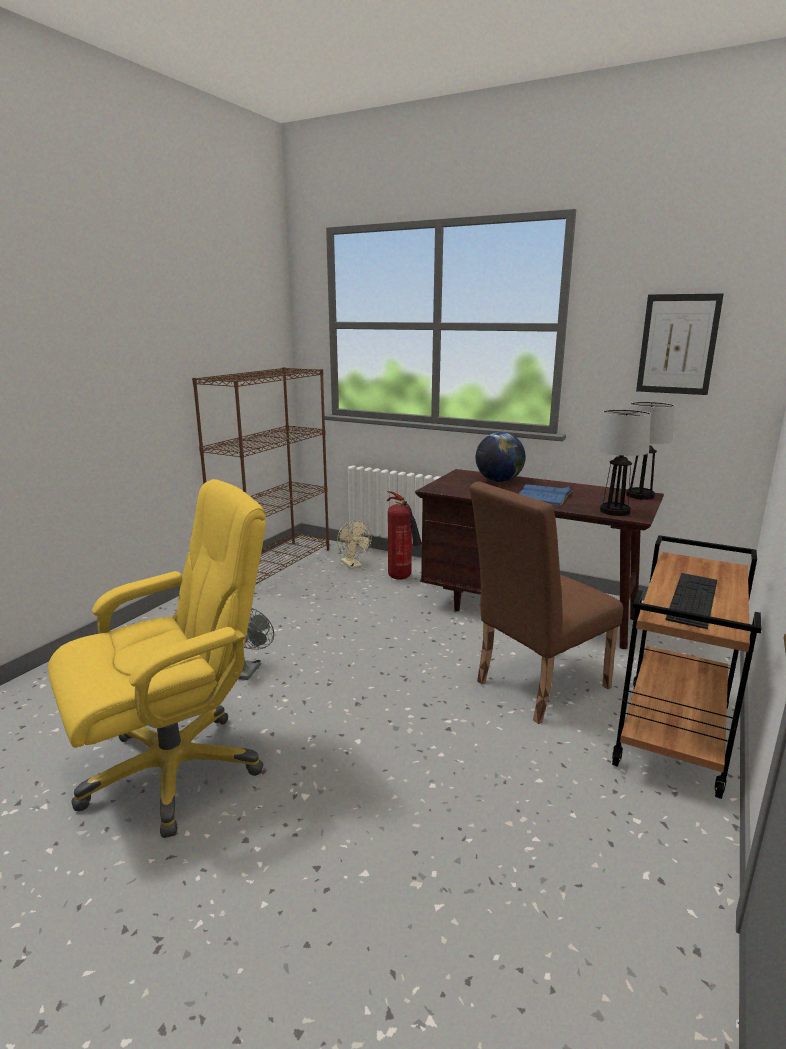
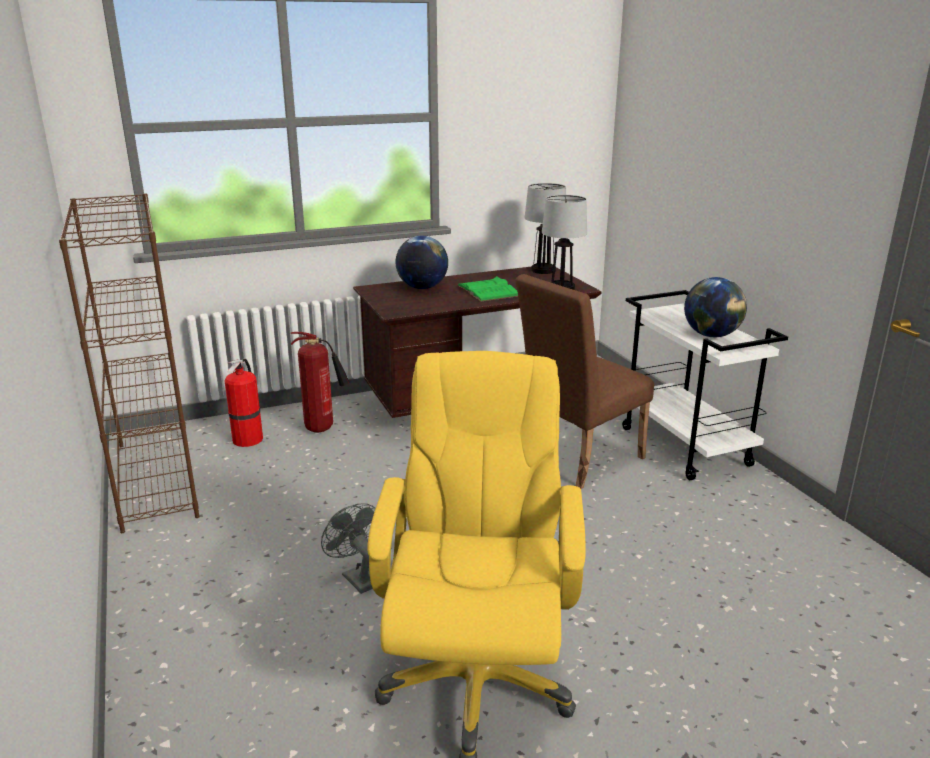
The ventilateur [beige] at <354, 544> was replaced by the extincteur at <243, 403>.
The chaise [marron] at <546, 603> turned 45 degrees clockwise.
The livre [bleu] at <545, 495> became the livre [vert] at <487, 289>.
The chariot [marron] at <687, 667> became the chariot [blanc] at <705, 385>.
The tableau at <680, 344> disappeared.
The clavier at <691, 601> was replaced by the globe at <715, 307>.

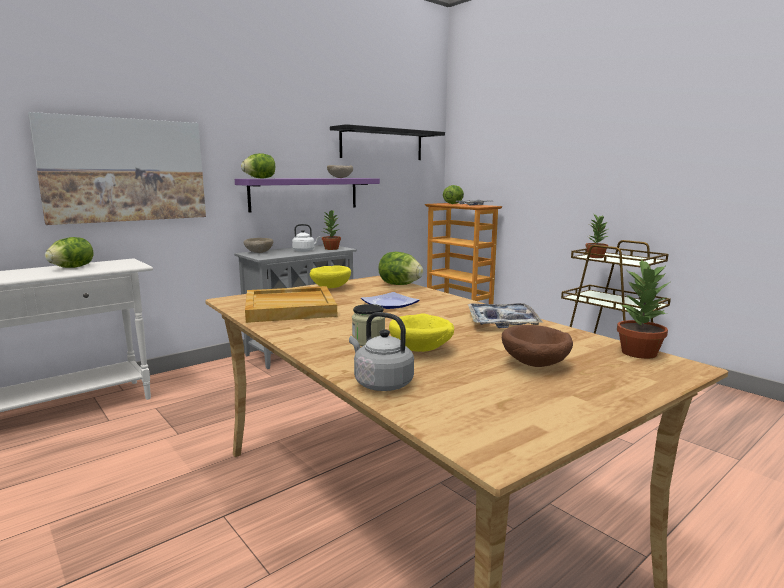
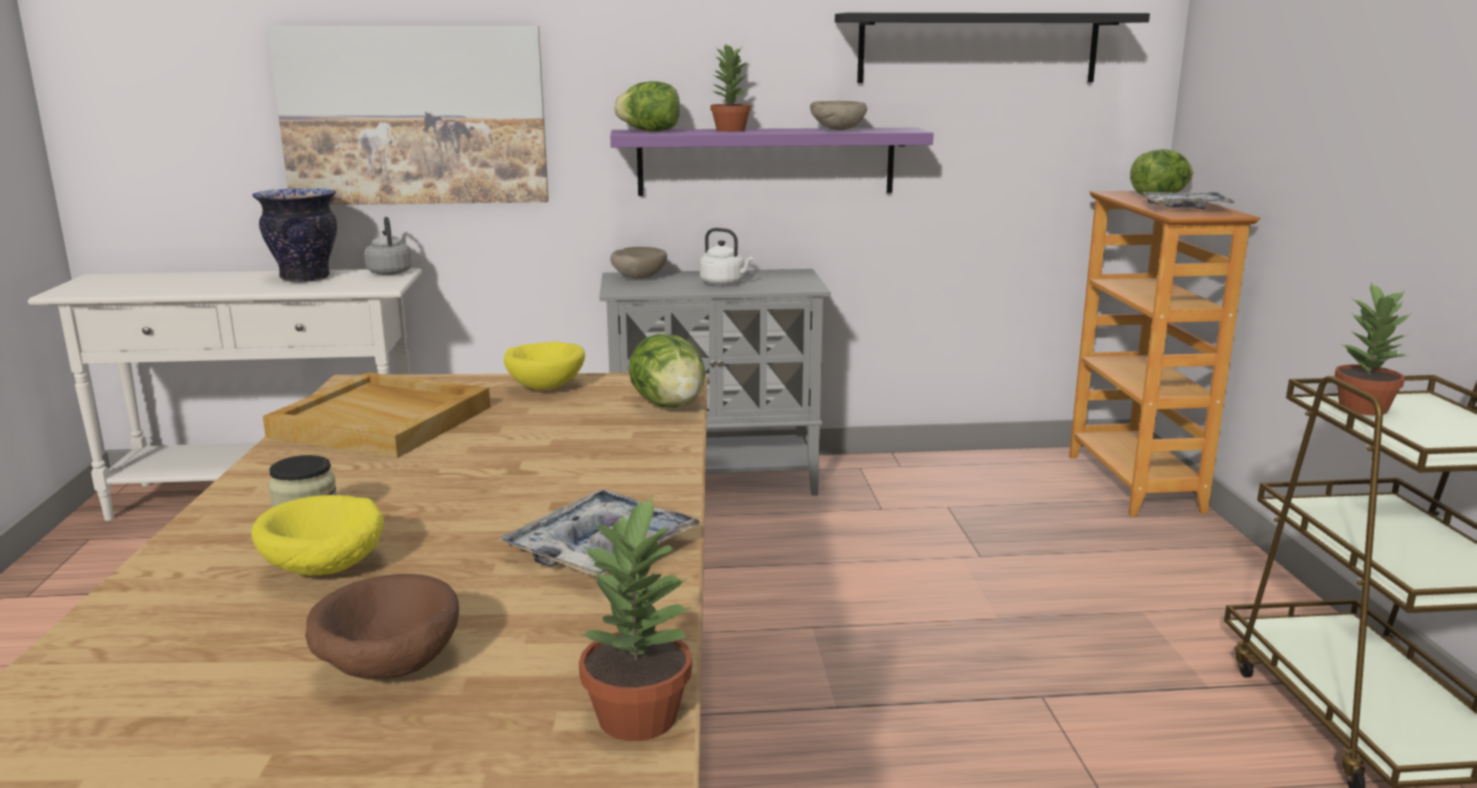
The laitue at <69, 252> was replaced by the vase at <295, 235>.
The plante en pot moved from <331, 230> to <730, 88>.
The bouilloire [gris] moved from <381, 351> to <388, 246>.
The assiette at <390, 300> disappeared.

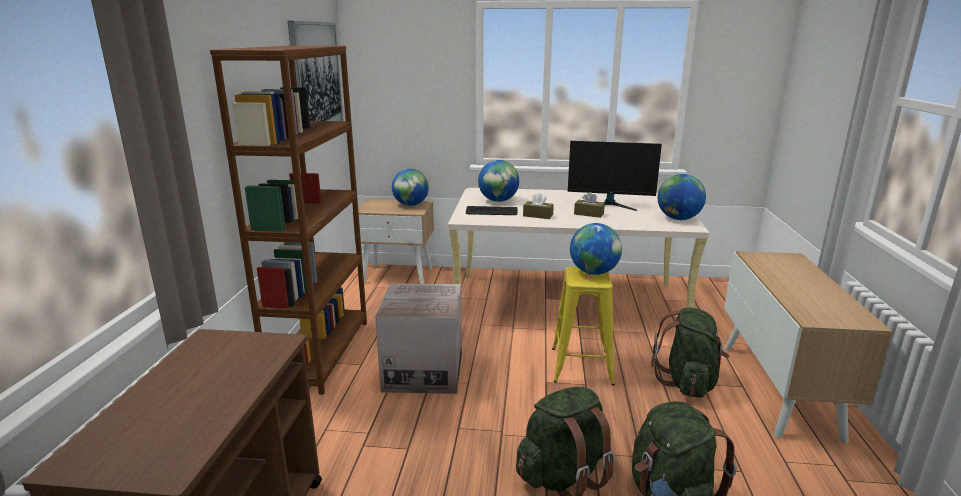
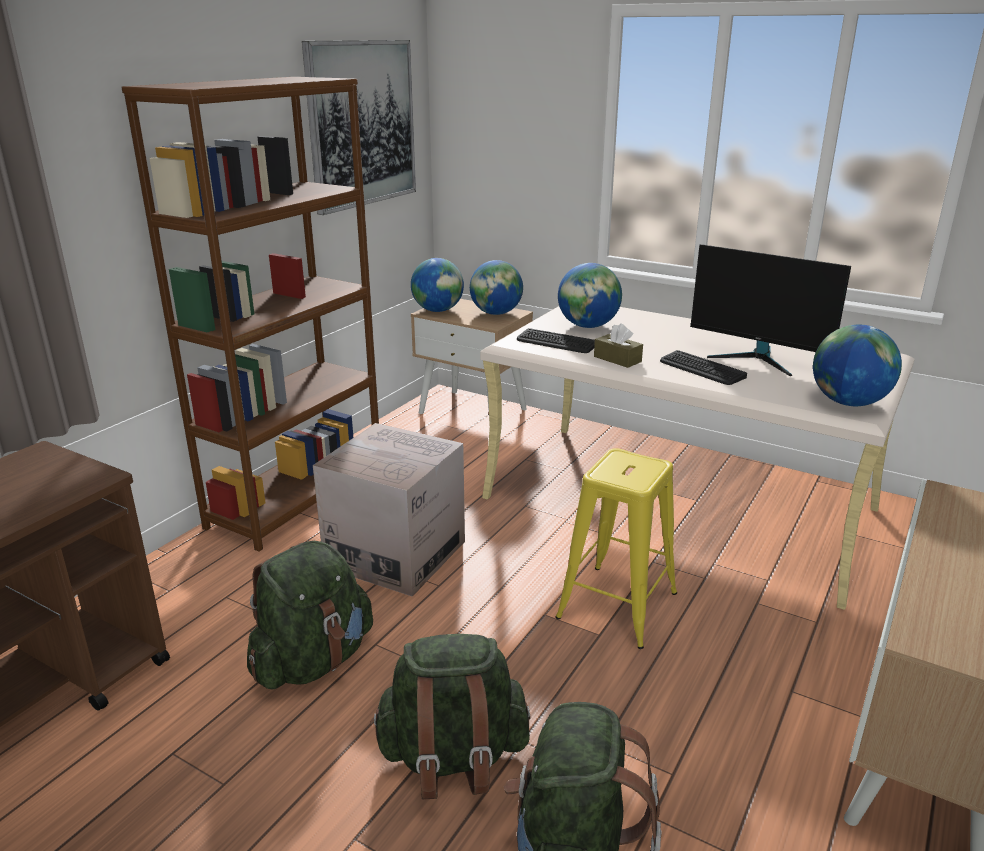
The globe moved from <596, 249> to <437, 285>.
The boîte à mouchoirs [marron] at <589, 205> was replaced by the clavier at <703, 367>.
The sac à dos [vert] moved from <690, 353> to <310, 615>.

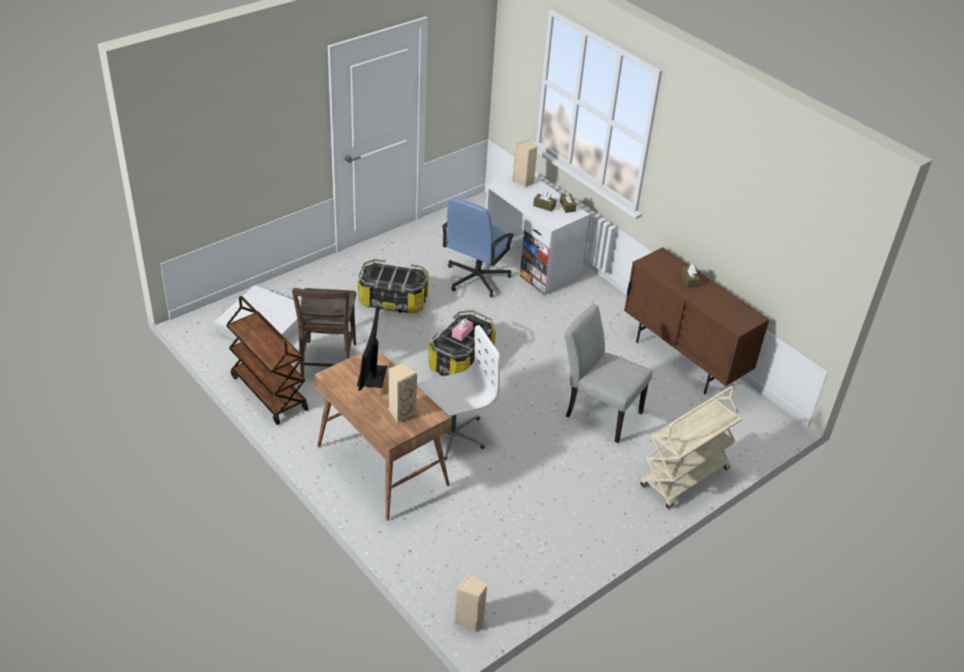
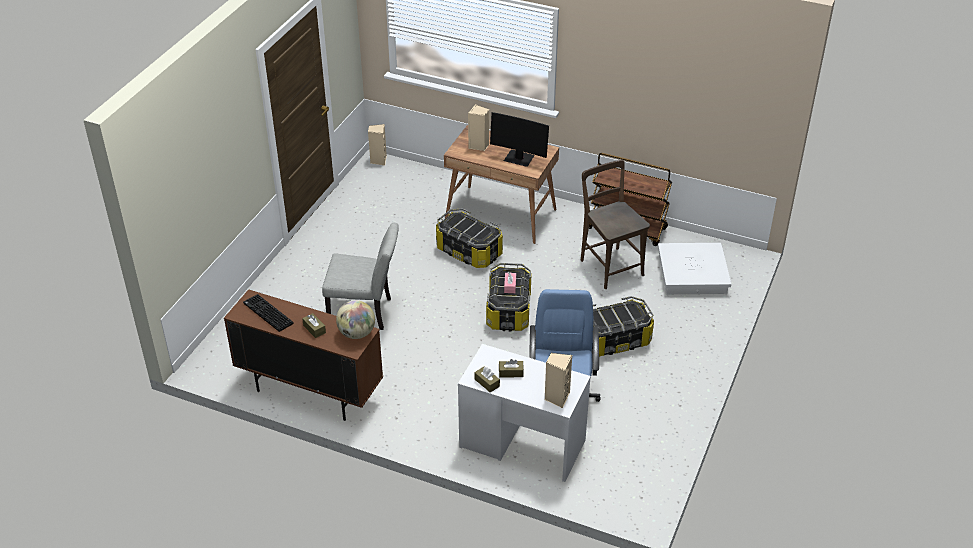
The écran d'ordinateur at <372, 349> turned 135 degrees clockwise.
The chaise de bureau [blanc] at <458, 392> was replaced by the boîte de rangement at <469, 238>.
The chariot [beige] at <691, 447> disappeared.
The clavier at <268, 313> appeared.
The globe at <355, 319> appeared.

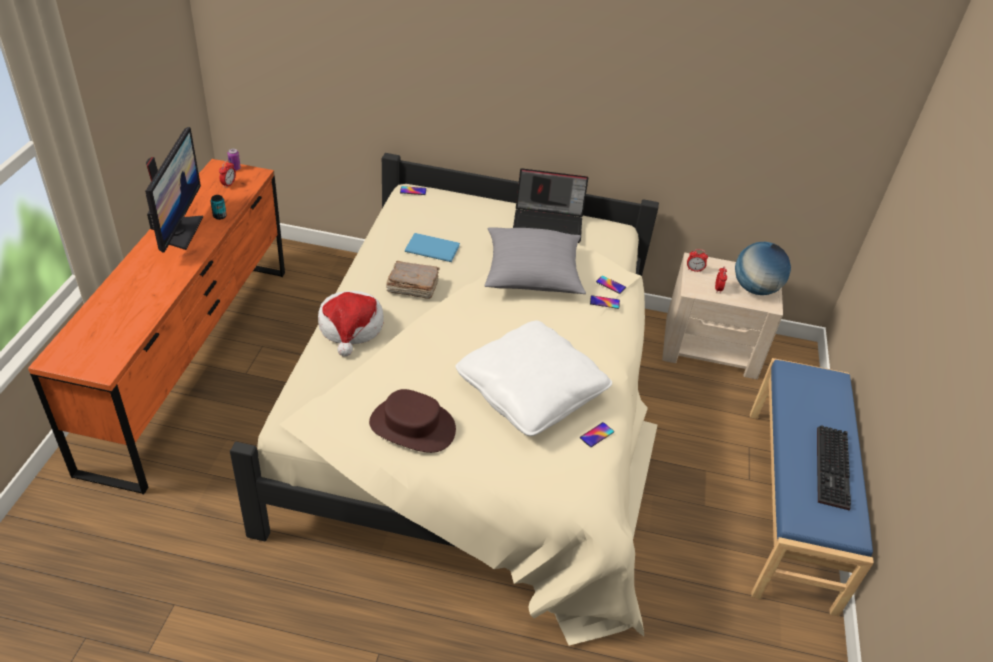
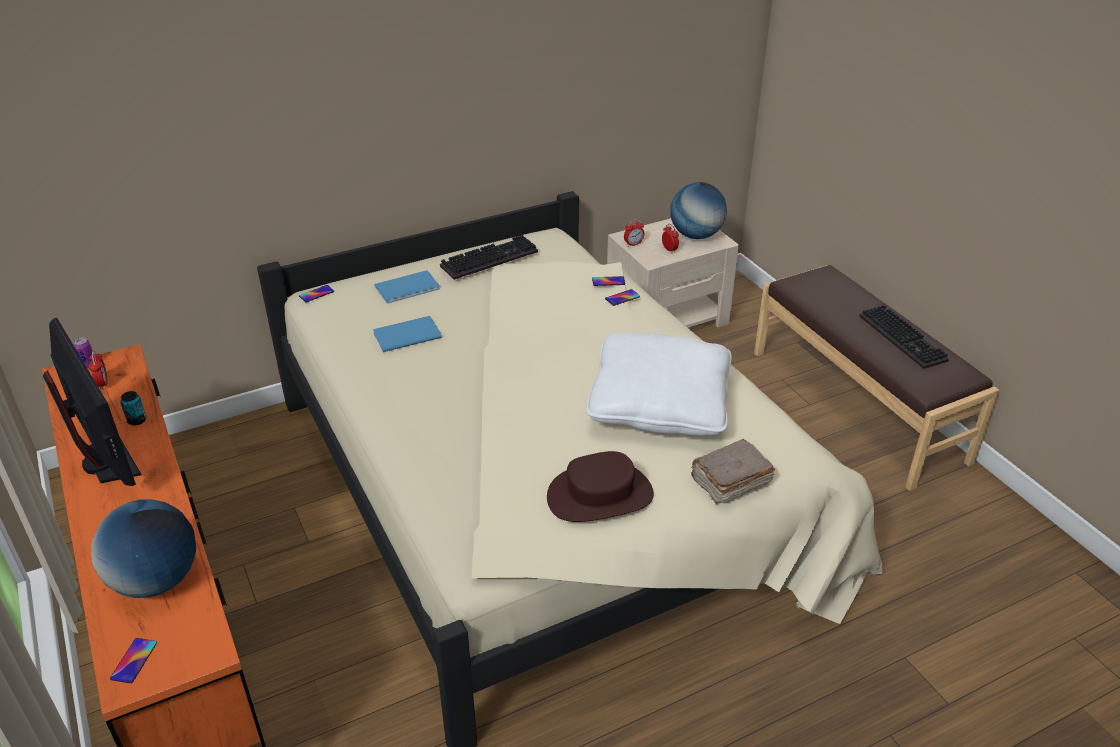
The chapeau at <351, 324> disappeared.
The livre [marron] moved from <413, 280> to <733, 471>.
The coussin [gris] at <535, 260> disappeared.
The ordinateur portable at <550, 205> was replaced by the clavier at <489, 257>.
The téléphone moved from <597, 434> to <133, 660>.
The banc [bleu] at <812, 487> became the banc [marron] at <876, 378>.
The globe at <143, 548> appeared.
The livre [bleu] at <407, 286> appeared.

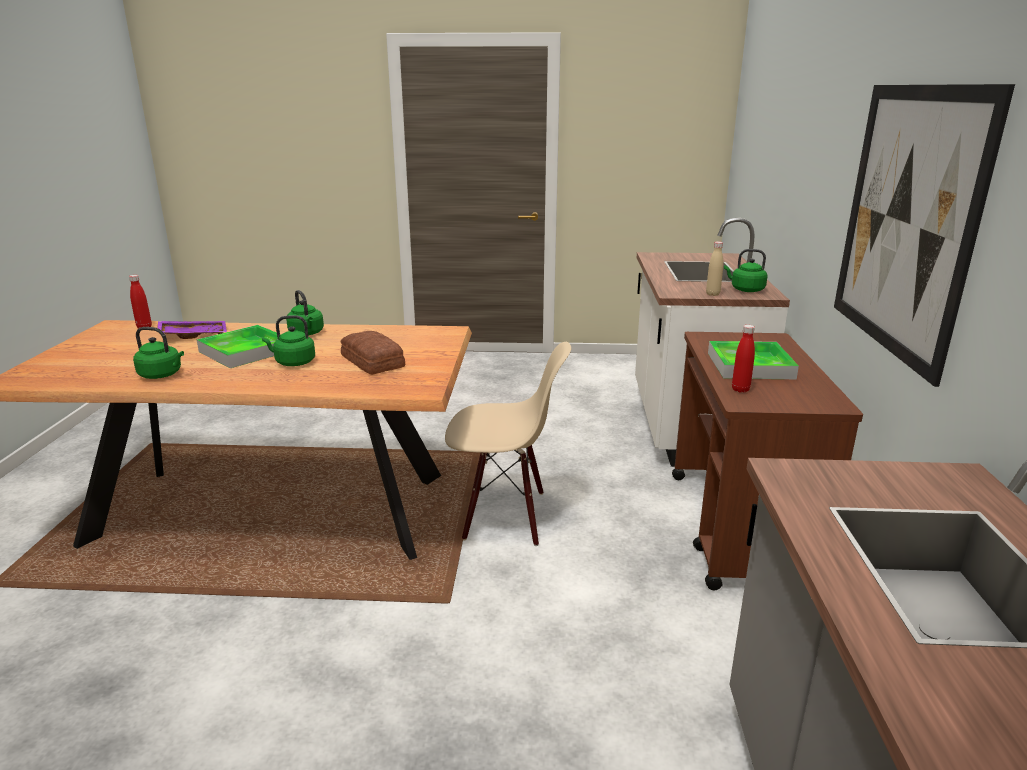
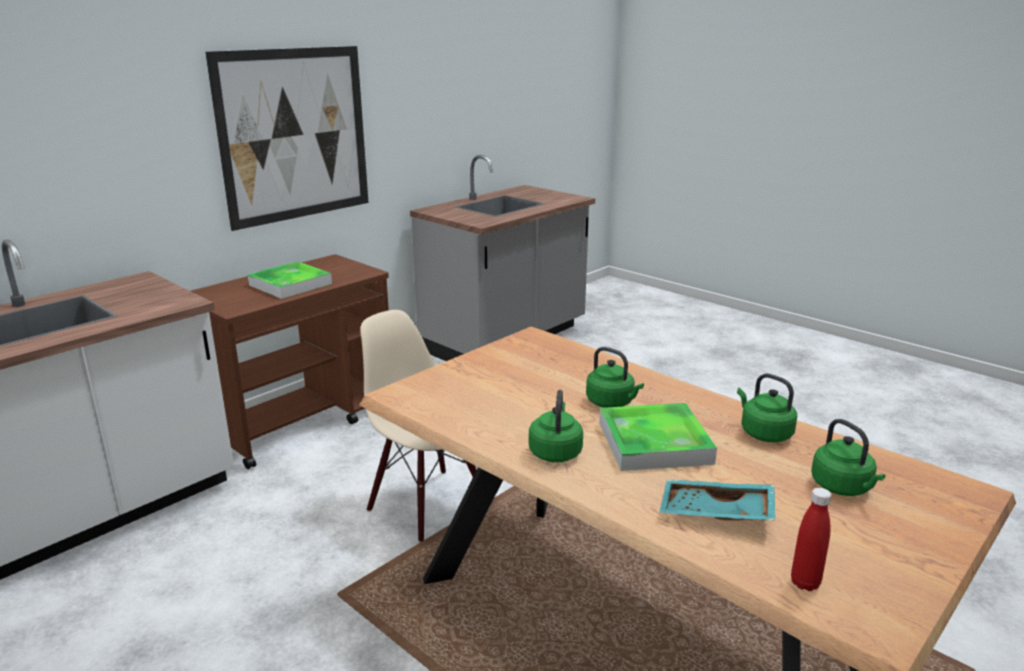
The plateau [violet] at <192, 330> became the plateau [turquoise] at <717, 500>.
The pain at <373, 353> disappeared.
The bouteille [beige] at <714, 268> disappeared.
The bouilloire [vert] moved from <746, 270> to <848, 457>.
The bouteille [rouge] at <743, 359> disappeared.

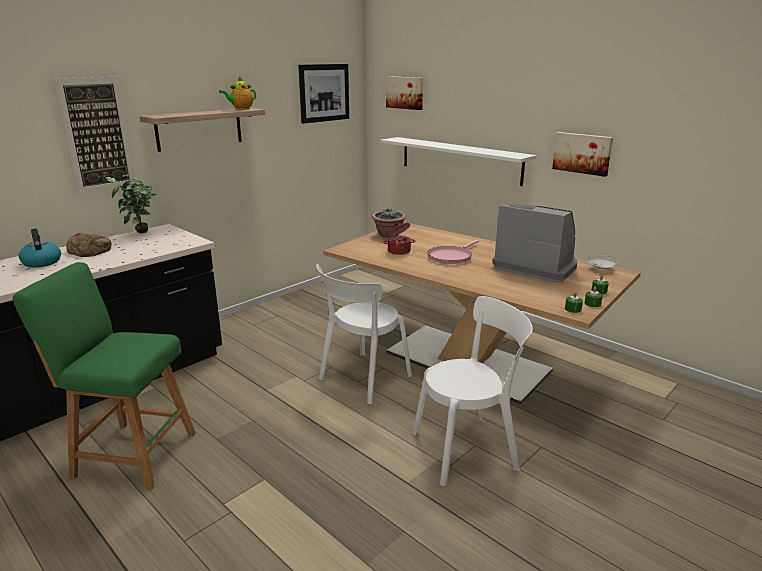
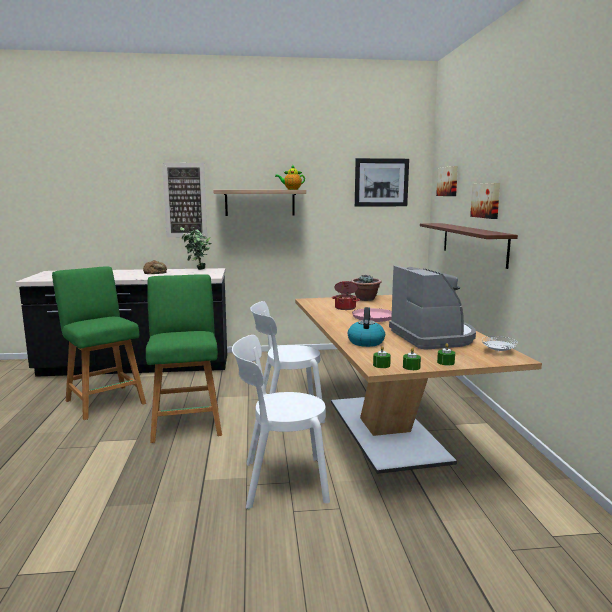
The bouilloire moved from <40, 248> to <366, 327>.
The étagère [blanc] at <458, 161> became the étagère [marron] at <469, 246>.
The chaise [blanc] at <473, 391> turned 150 degrees clockwise.
The tableau moved from <582, 154> to <485, 201>.
The tabouret [vert] at <184, 358> appeared.

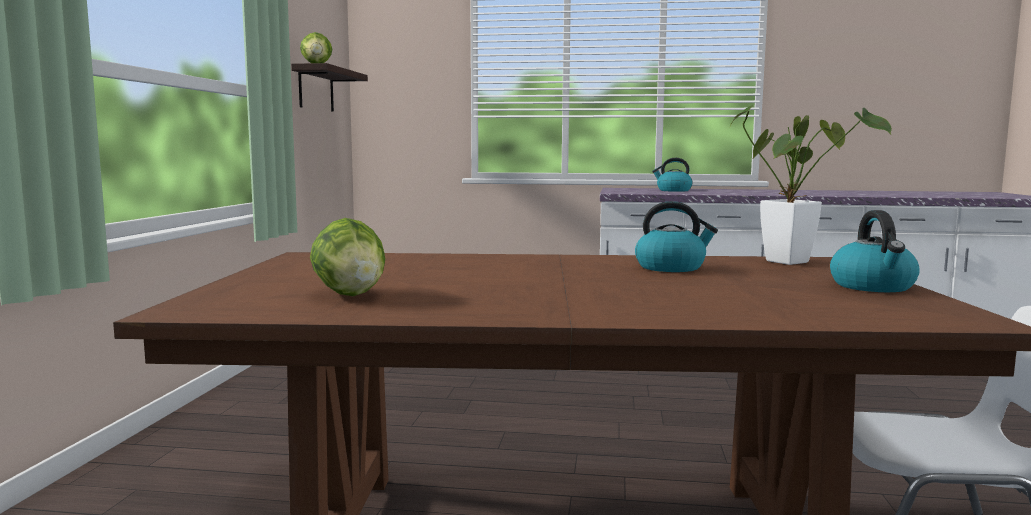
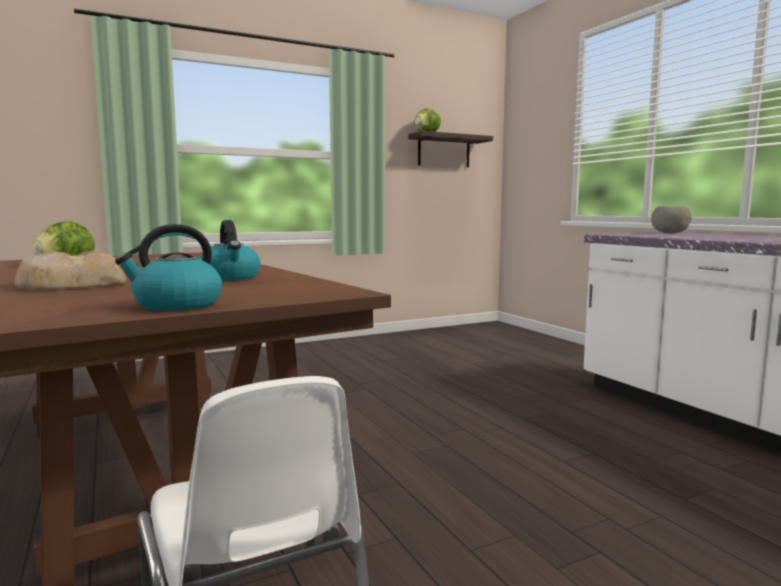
The bouilloire at <672, 175> disappeared.
The plante en pot at <810, 185> disappeared.
The pain at <70, 270> appeared.
The bol [gris] at <671, 219> appeared.

